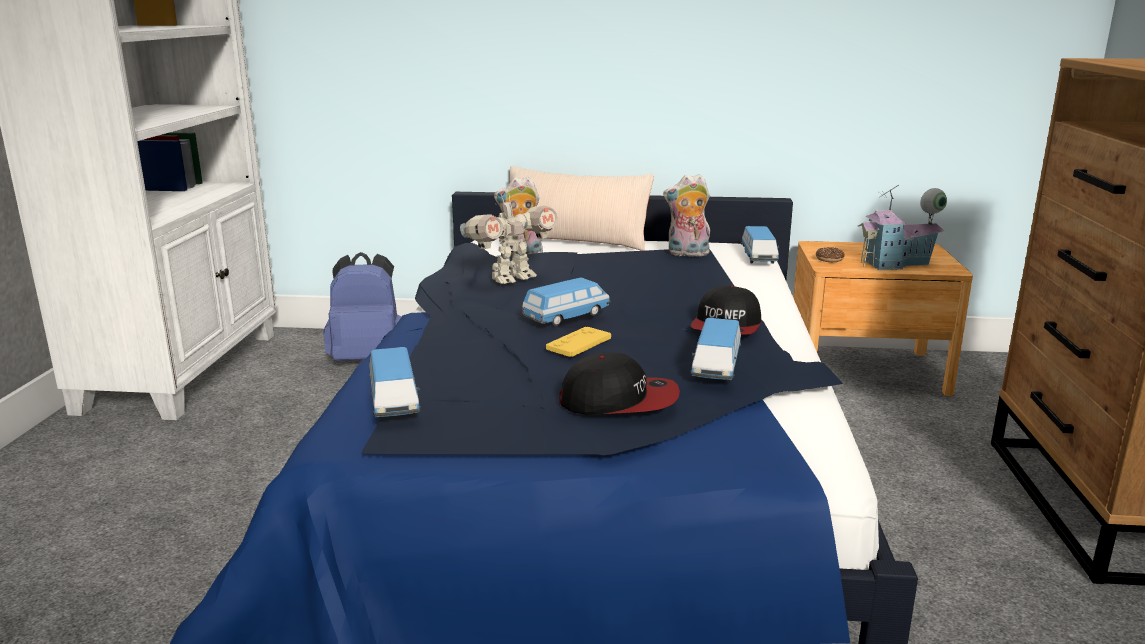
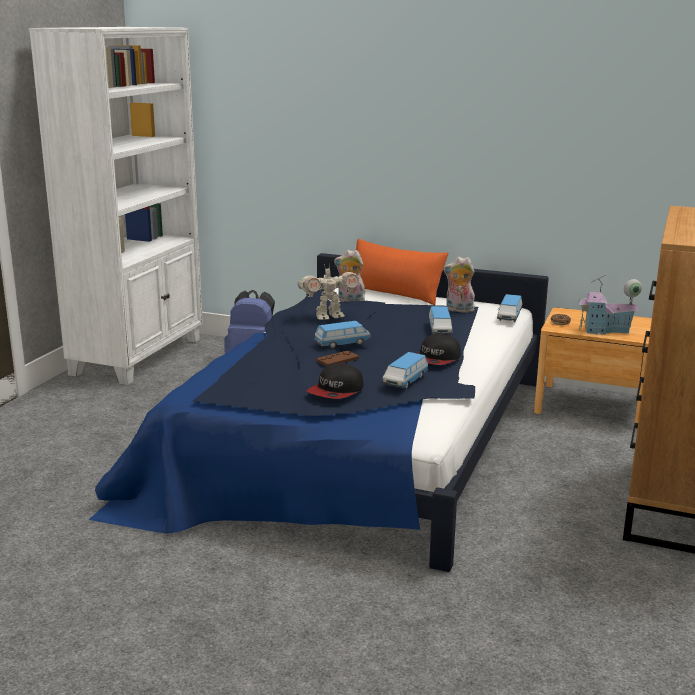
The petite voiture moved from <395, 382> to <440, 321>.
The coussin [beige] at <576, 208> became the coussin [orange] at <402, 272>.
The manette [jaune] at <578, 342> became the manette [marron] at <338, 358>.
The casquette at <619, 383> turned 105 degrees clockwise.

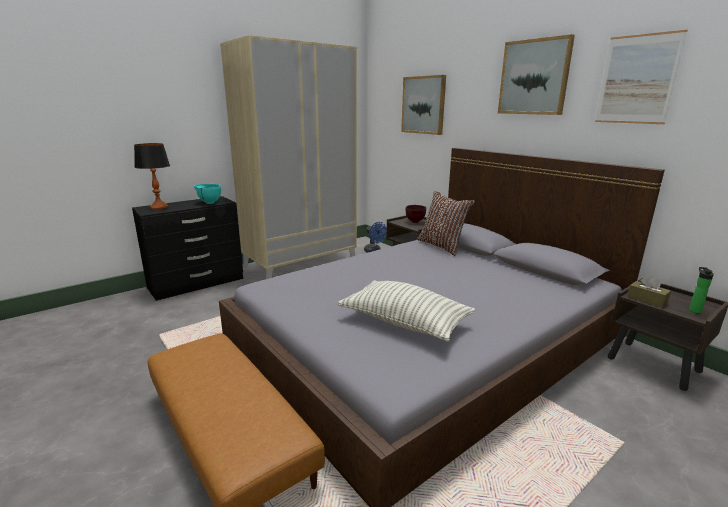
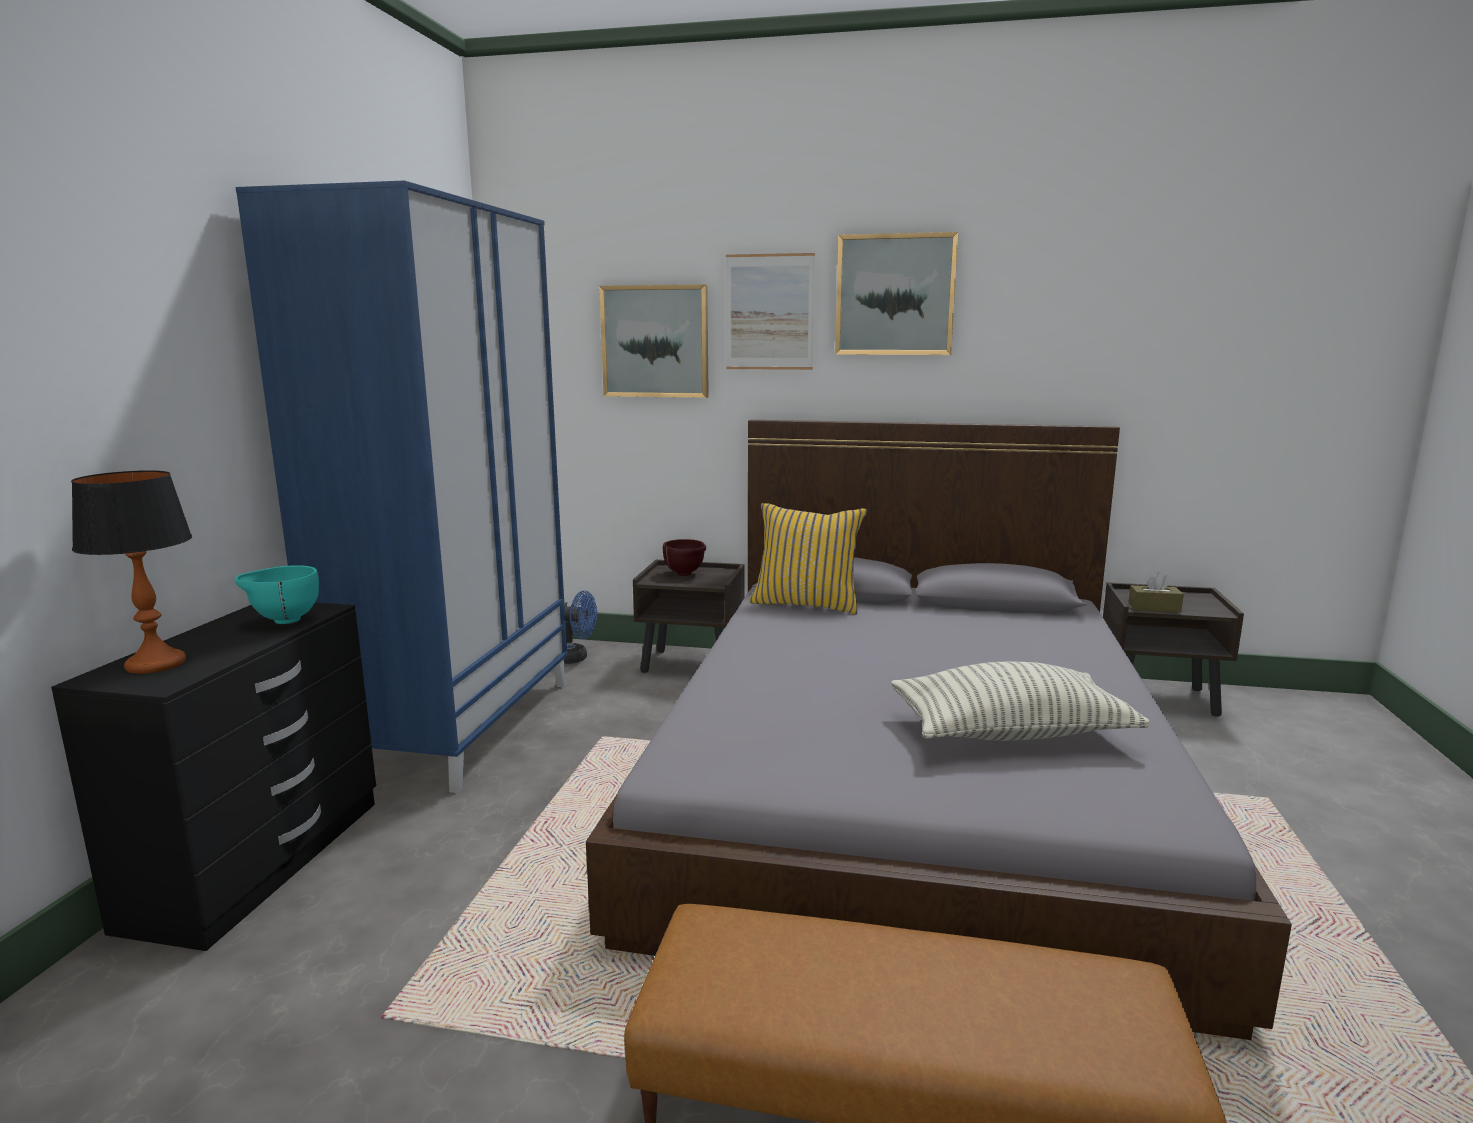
The armoire [beige] at <288, 157> became the armoire [bleu] at <401, 486>.
The coussin [marron] at <446, 223> became the coussin [jaune] at <808, 559>.
The tableau moved from <641, 77> to <770, 311>.
The bouteille at <701, 290> disappeared.

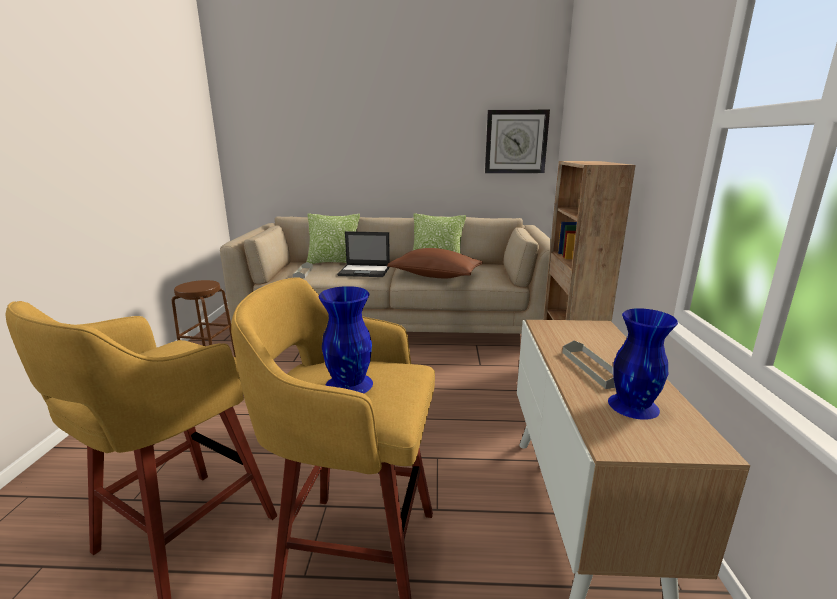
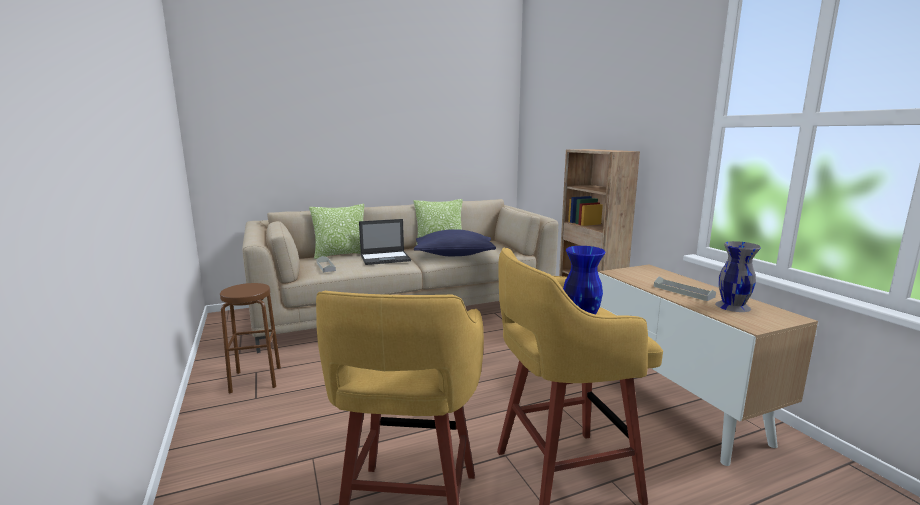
The coussin [marron] at <435, 263> became the coussin [bleu] at <455, 242>.
The horloge murale at <517, 141> disappeared.
The vase [bleu] at <643, 364> became the vase [gris] at <738, 276>.

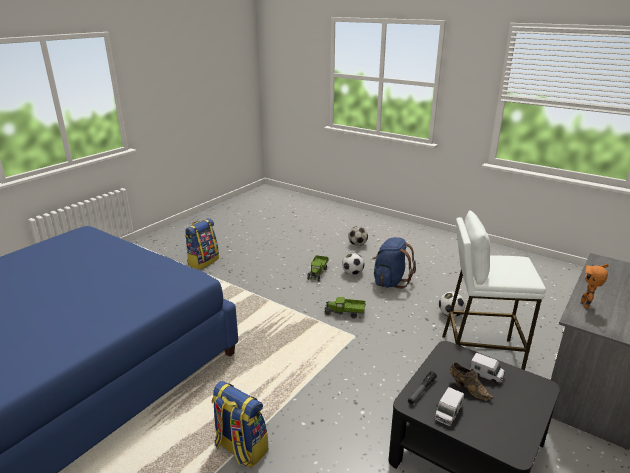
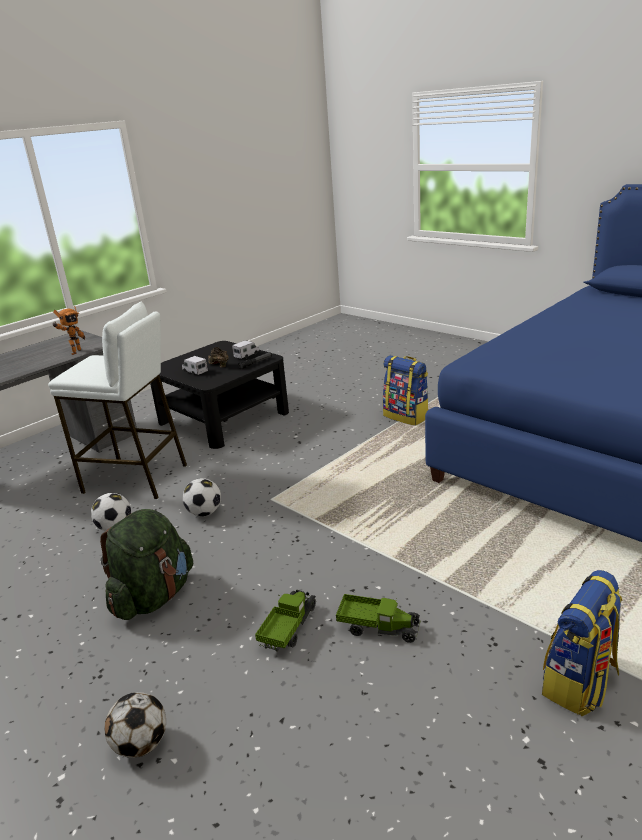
The camion jouet moved from <344, 308> to <378, 618>.
The ballon de foot moved from <353, 264> to <202, 497>.
The sac à dos [bleu] at <394, 263> became the sac à dos [vert] at <146, 564>.

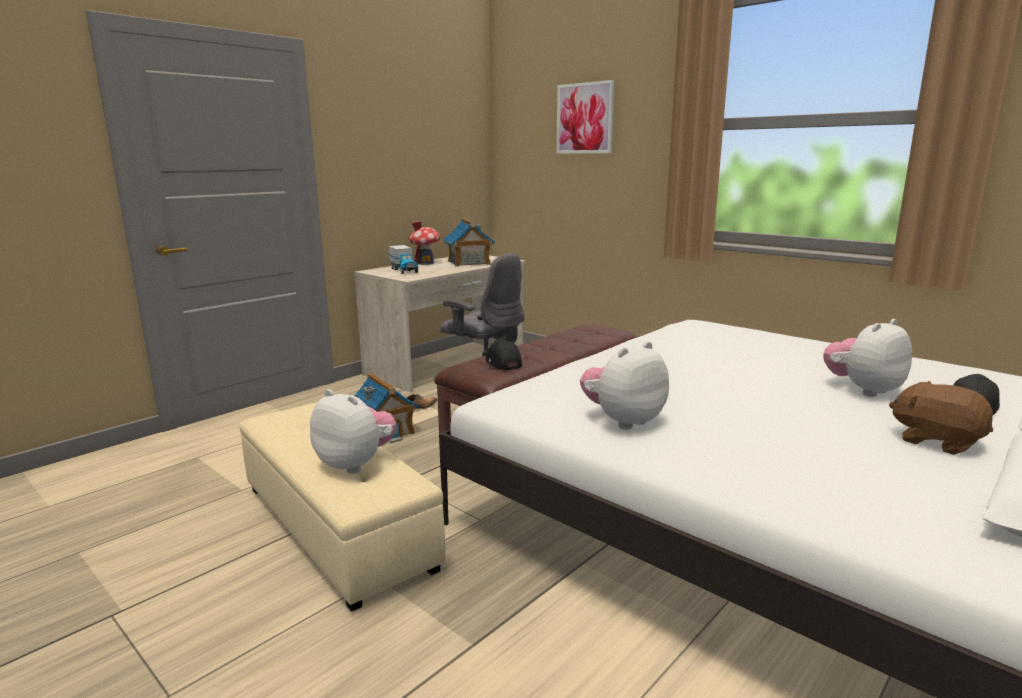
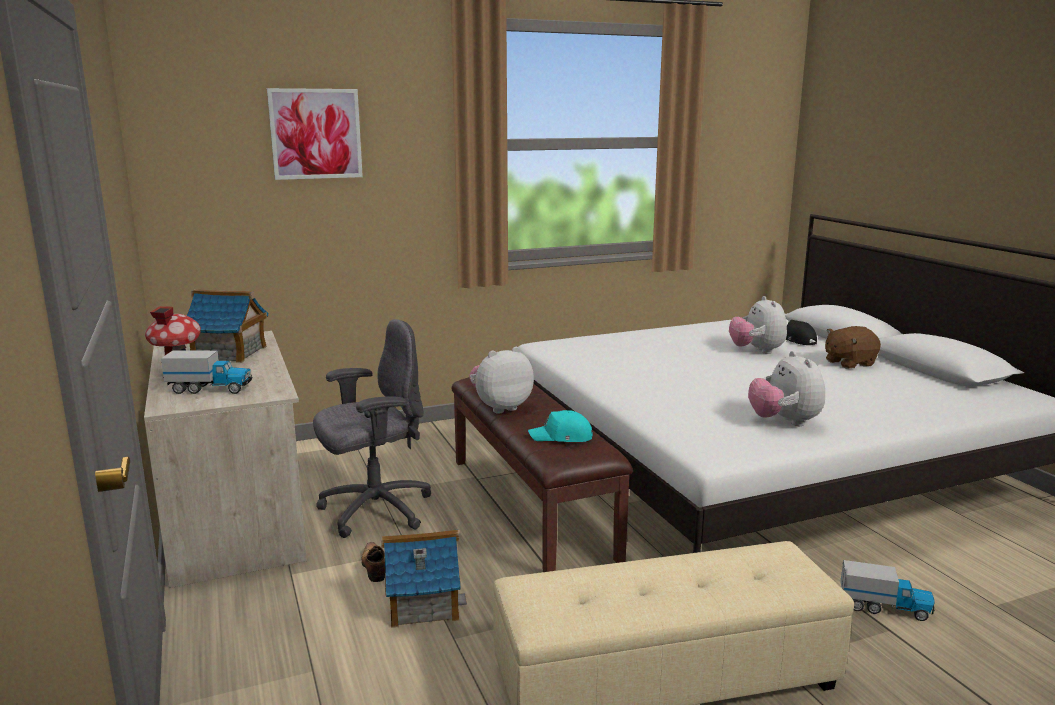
The peluche moved from <353, 431> to <501, 380>.
The casquette [noir] at <503, 354> became the casquette [turquoise] at <560, 426>.
The camion jouet at <888, 590> appeared.

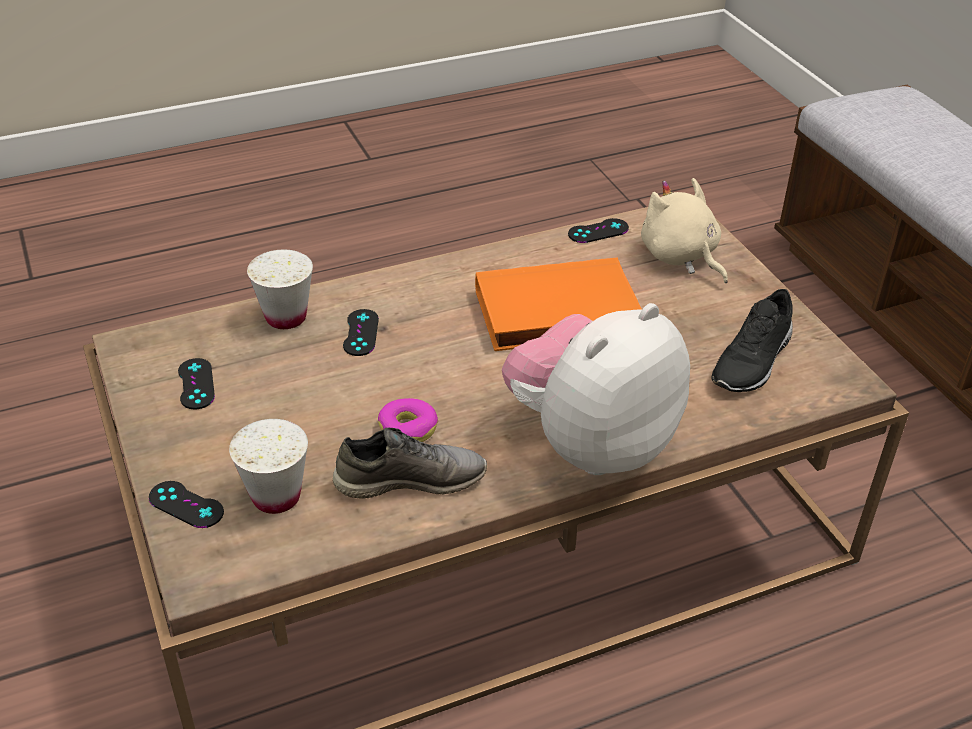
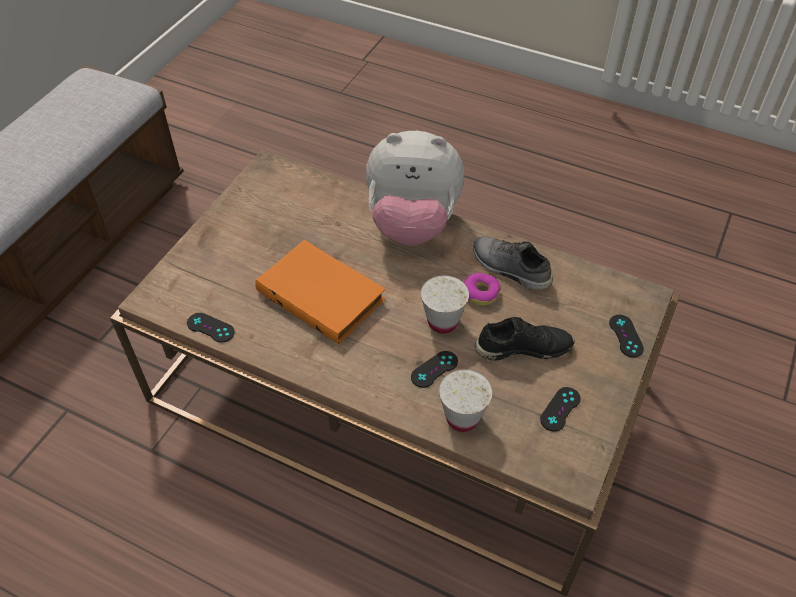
The tasse [blanc] moved from <268, 466> to <445, 304>.
The peluche [beige] at <684, 230> disappeared.
The chaussure [noir] moved from <752, 340> to <524, 339>.

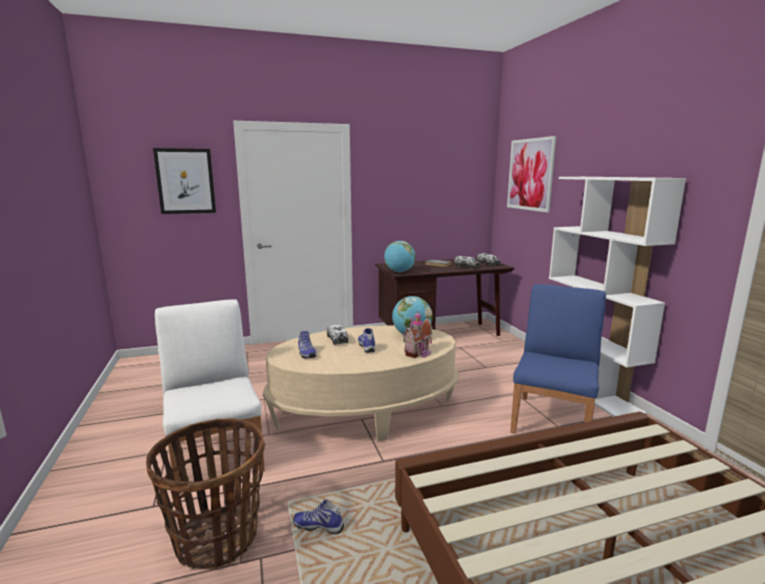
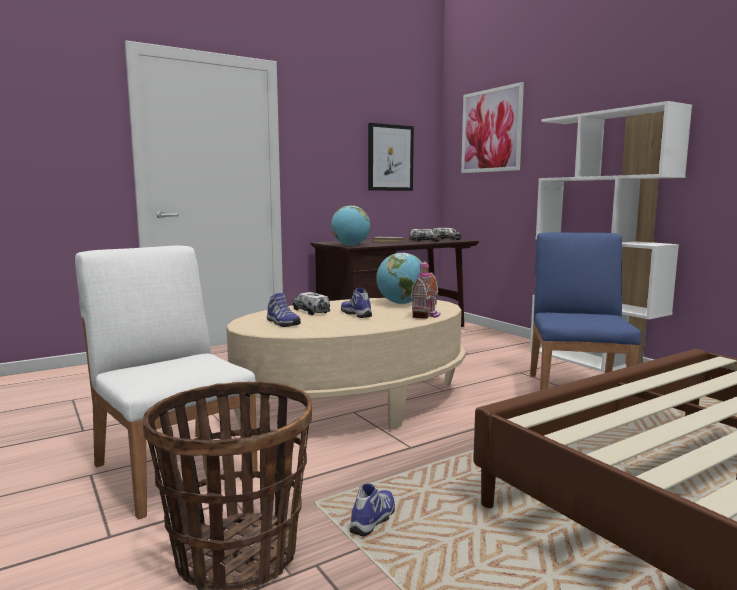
The tableau moved from <184, 181> to <391, 157>.
The chaussure at <318, 517> turned 120 degrees clockwise.

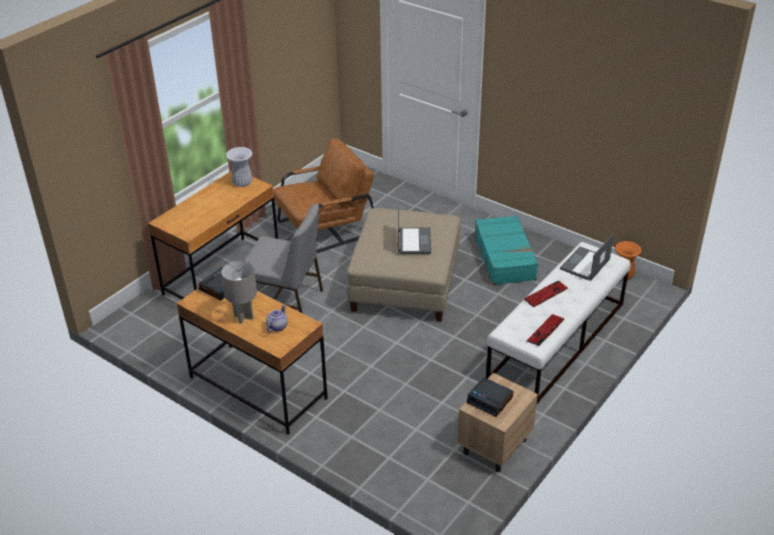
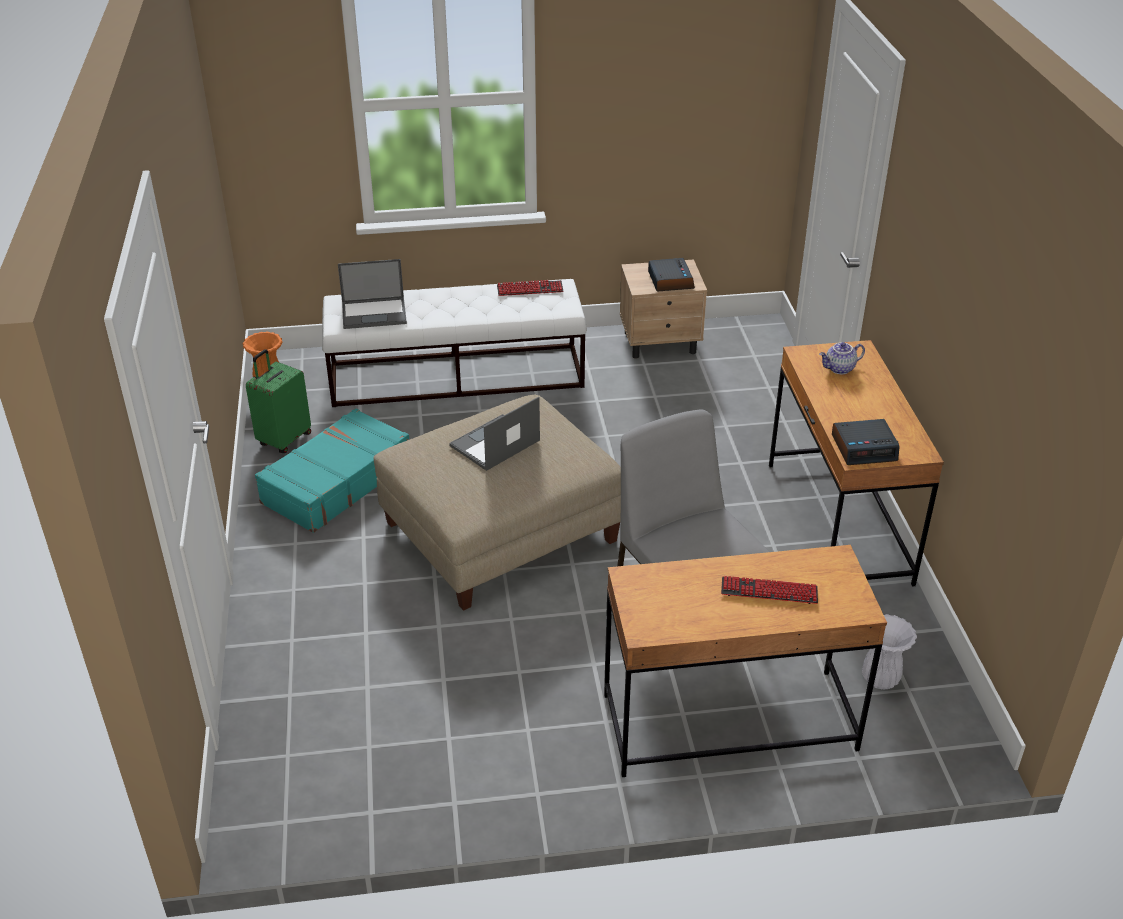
The lampe de table [gris] at <239, 292> disappeared.
The vase [blanc] moved from <239, 167> to <889, 652>.
The fauteuil [marron] at <323, 195> disappeared.
The clavier moved from <546, 293> to <769, 590>.
The valise [vert] at <278, 401> appeared.

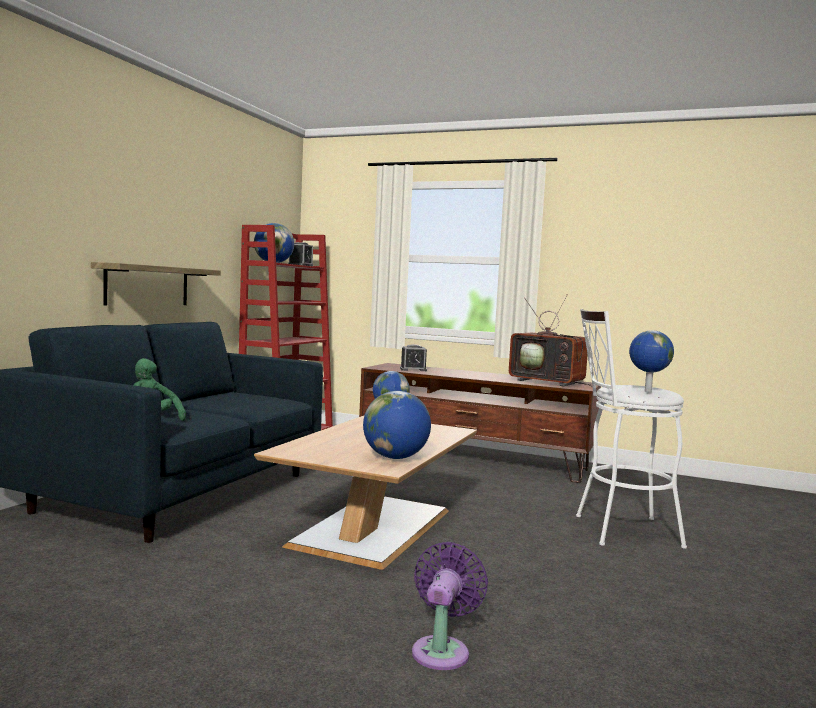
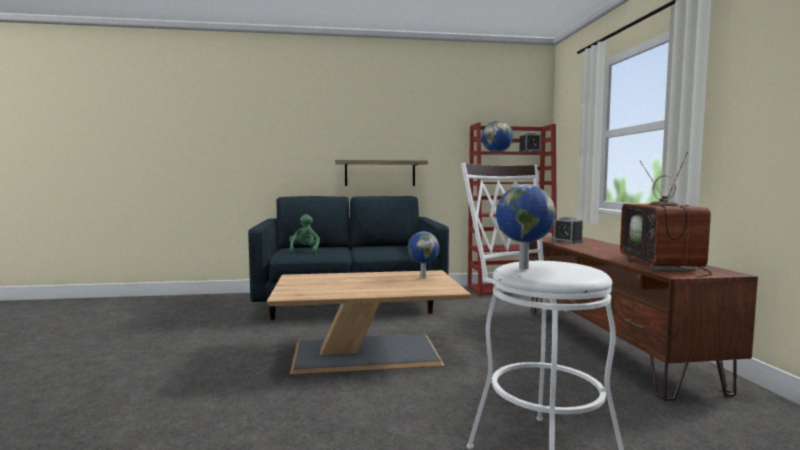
The globe at <397, 425> disappeared.
The ventilateur [violet] at <450, 606> disappeared.

